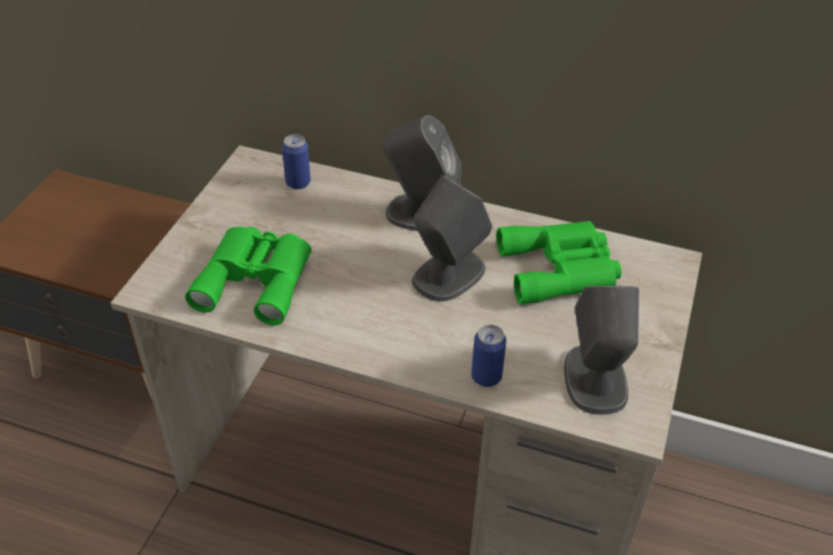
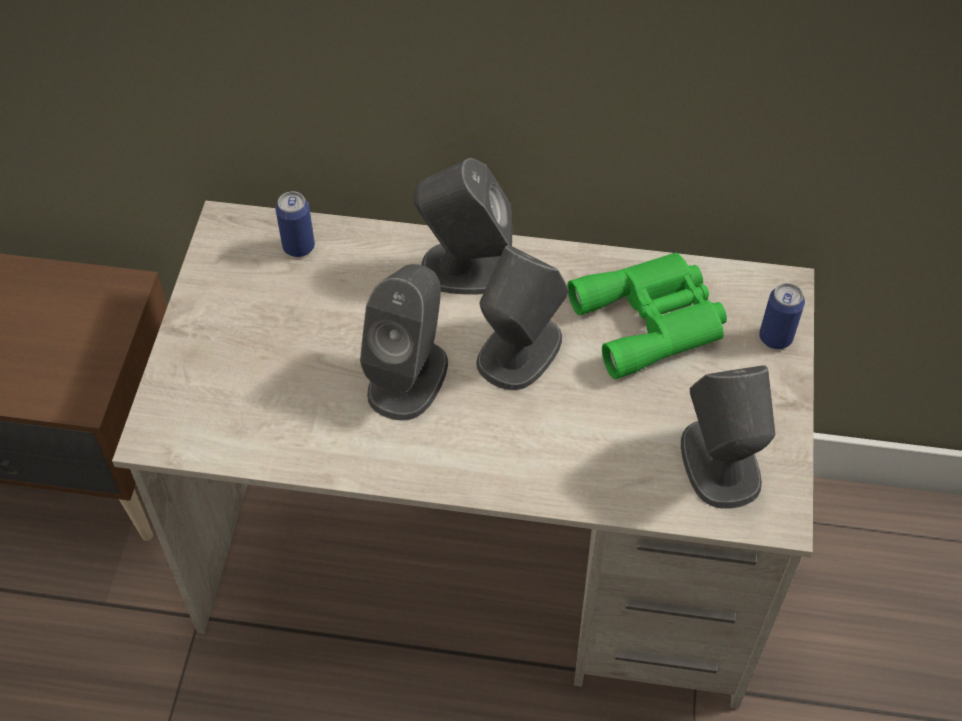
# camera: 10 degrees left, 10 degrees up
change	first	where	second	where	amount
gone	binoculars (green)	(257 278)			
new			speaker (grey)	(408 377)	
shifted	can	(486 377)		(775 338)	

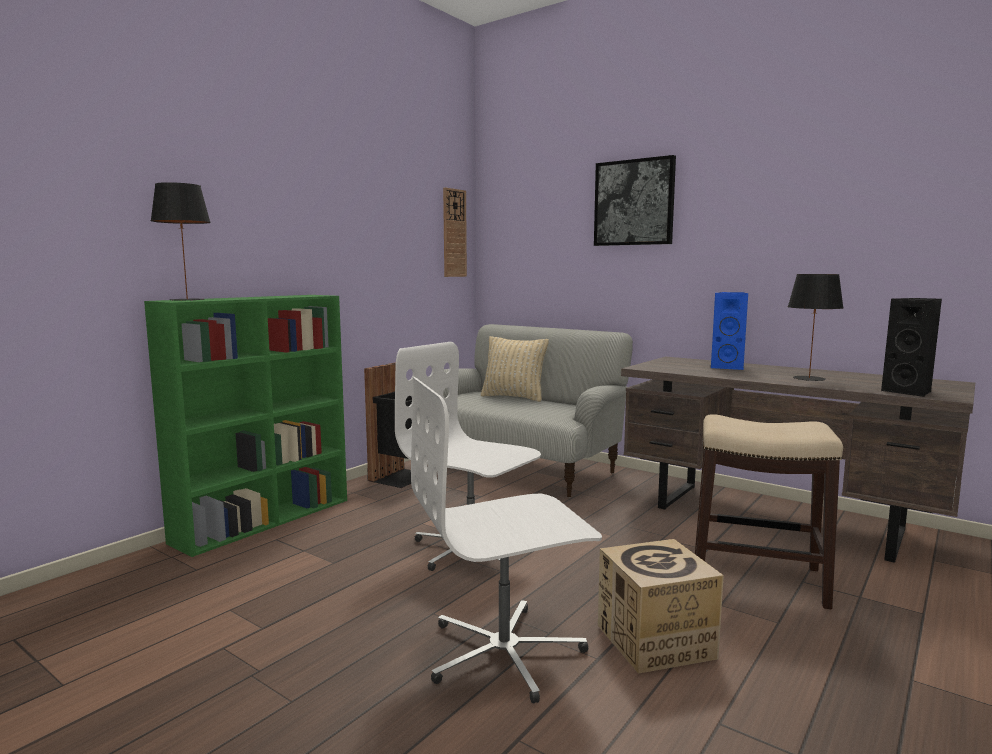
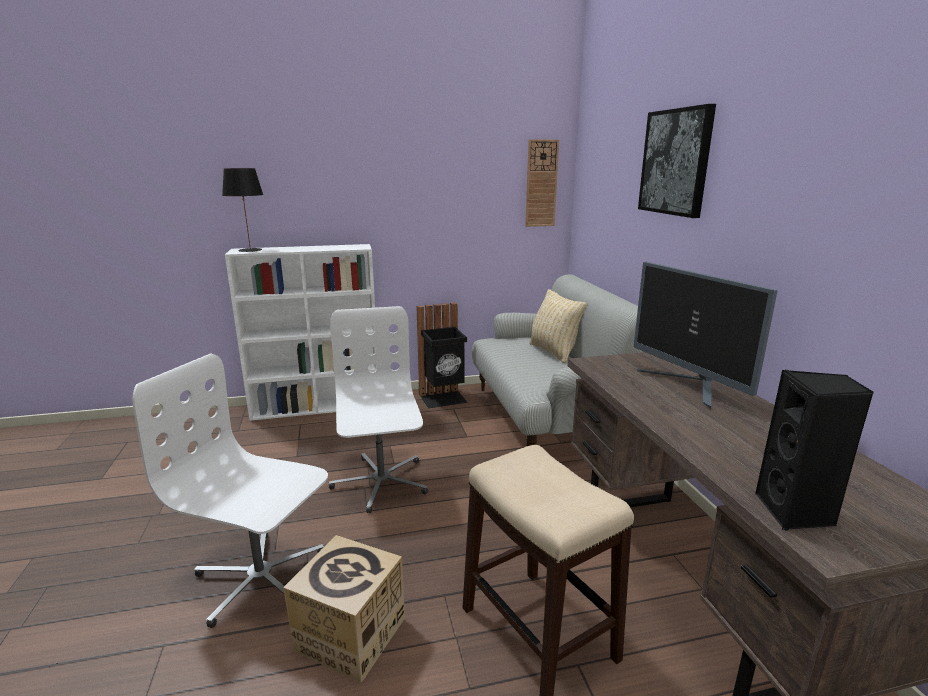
# camera: 40 degrees right, 10 degrees up
change	first	where	second	where	amount
gone	table lamp (black)	(809 378)			
swapped	speaker (blue)	(728 367)	monitor	(688 386)	
repainted	bookcase (green)	(265 519)	bookcase (white)	(318 406)	

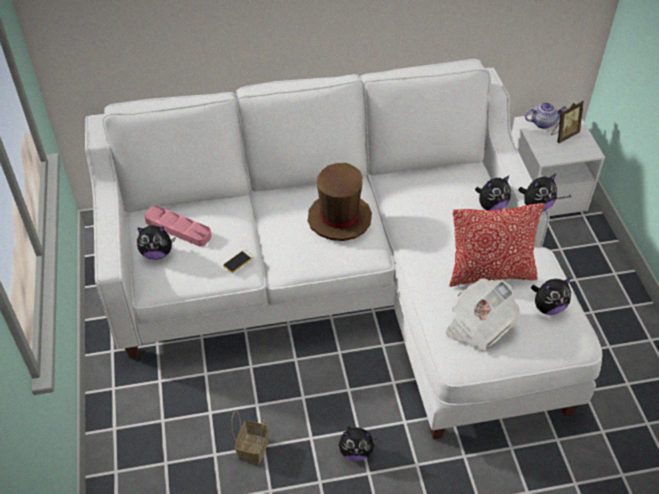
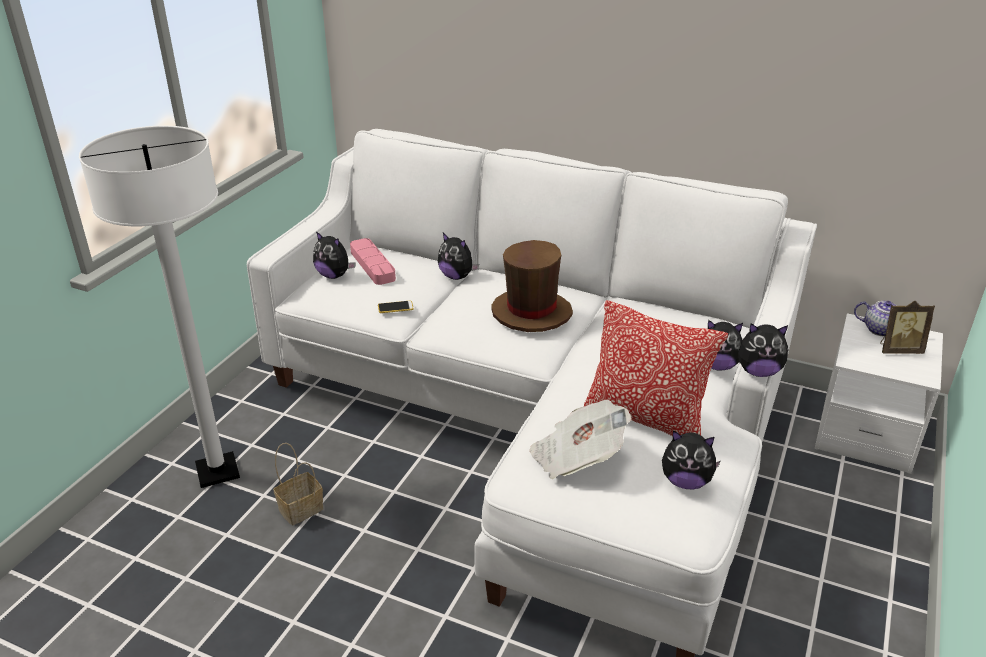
# camera: 35 degrees right, 15 degrees down
change	first	where	second	where	amount
new			floor lamp (white)	(217 471)	
shifted	plush toy	(356 451)		(457 276)	

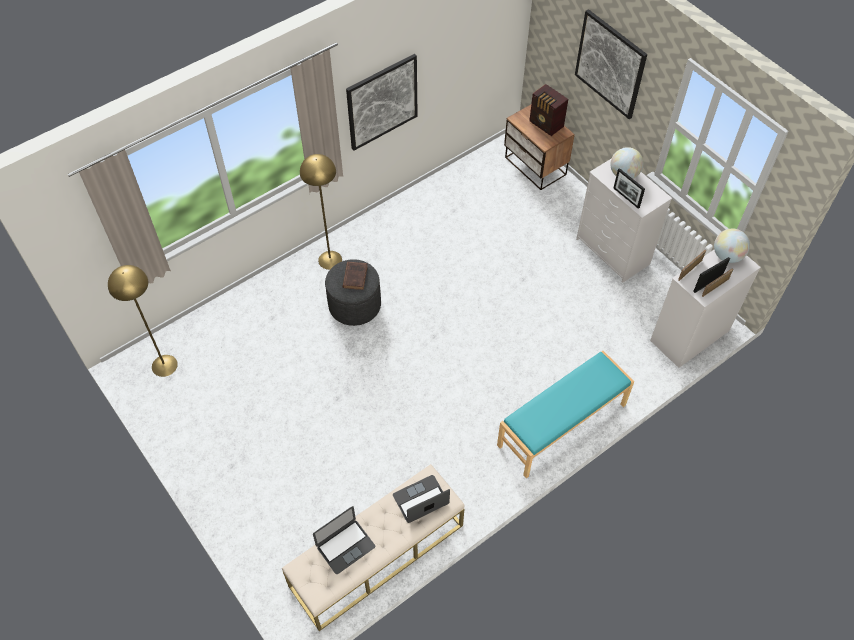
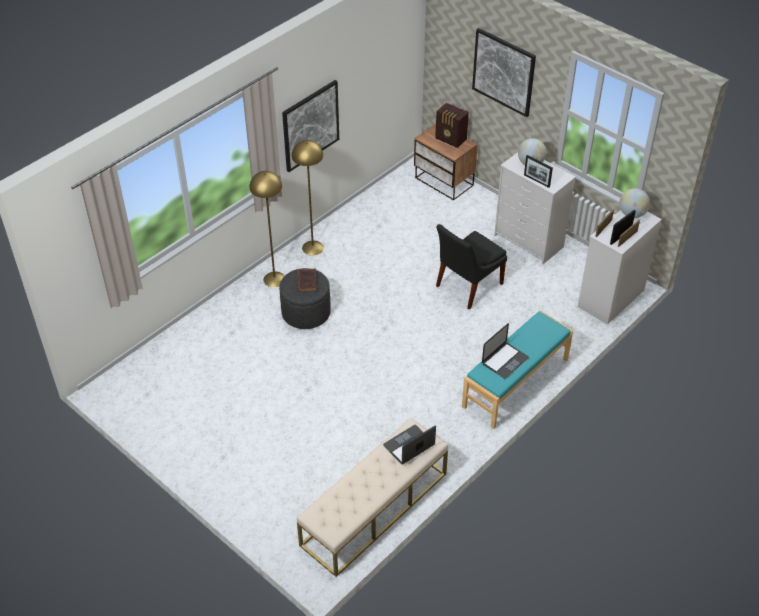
# camera: 10 degrees left, 10 degrees down
change	first	where	second	where	amount
new			chair (black)	(467 286)	
shifted	floor lamp (yellow)	(164 365)		(313 247)	
shifted	laptop	(345 546)		(505 360)	

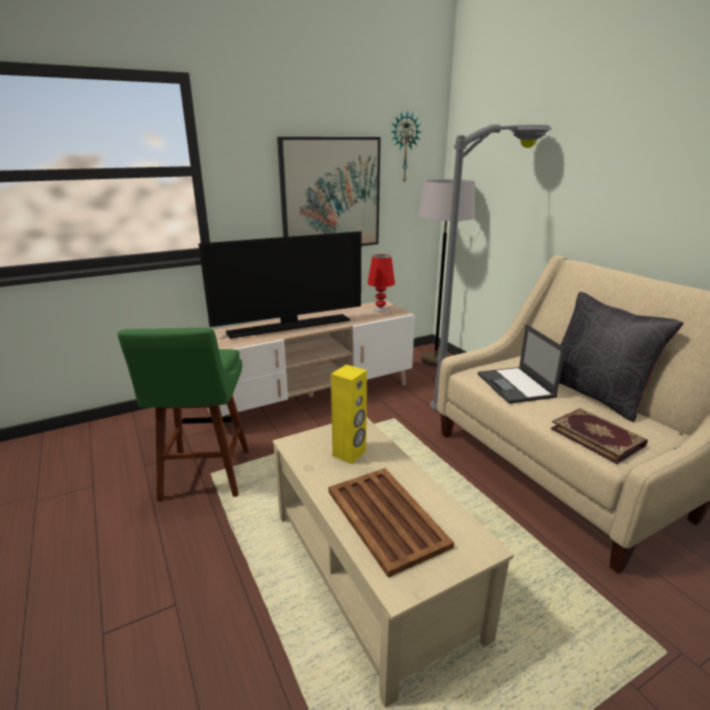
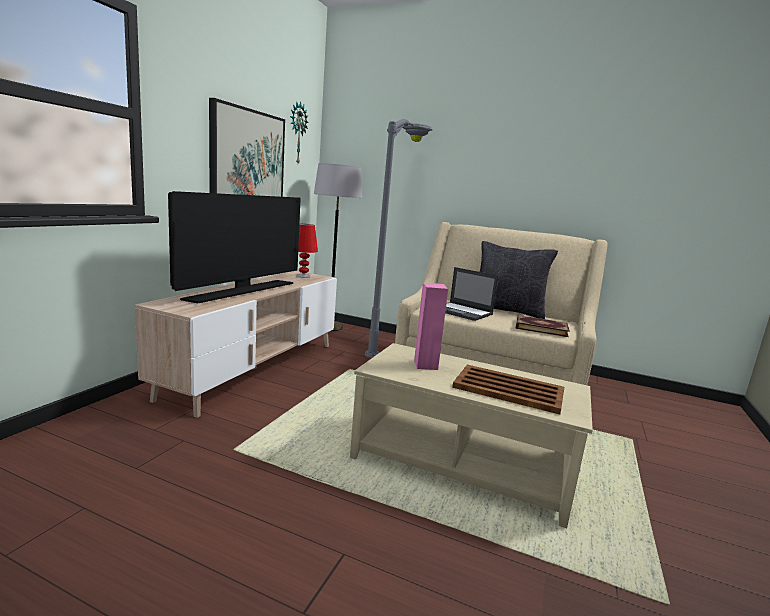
# camera: 40 degrees left, 10 degrees down
change	first	where	second	where	amount
gone	stool (green)	(205 477)			
repainted	speaker (yellow)	(349 453)	speaker (pink)	(426 365)	

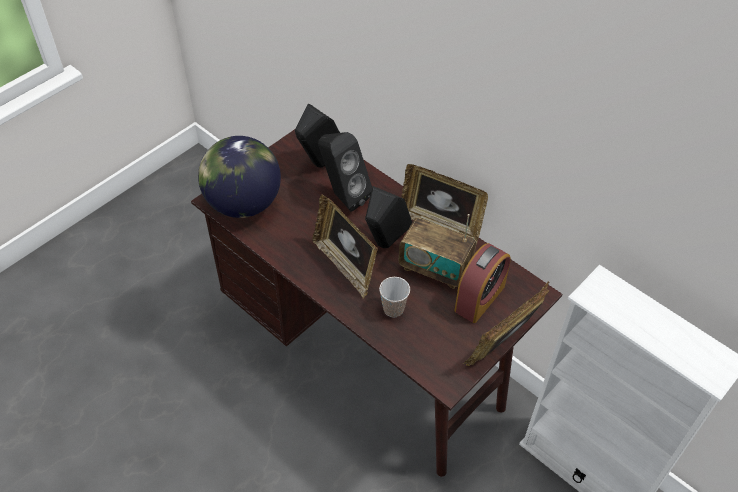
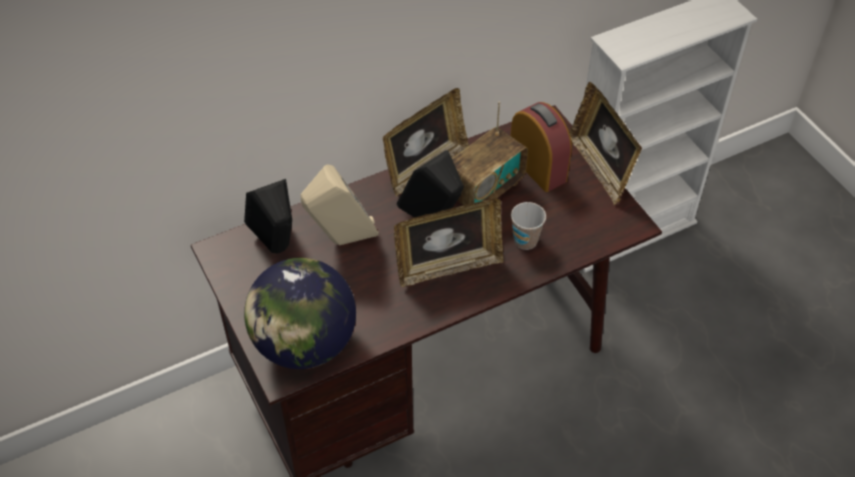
# camera: 70 degrees left, 0 degrees up
change	first	where	second	where	amount
repainted	speaker (black)	(343 196)	speaker (beige)	(341 241)	

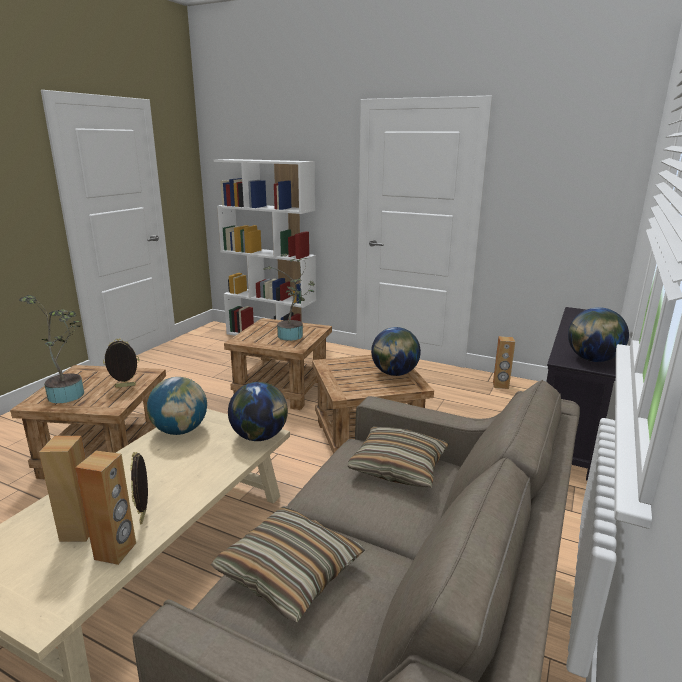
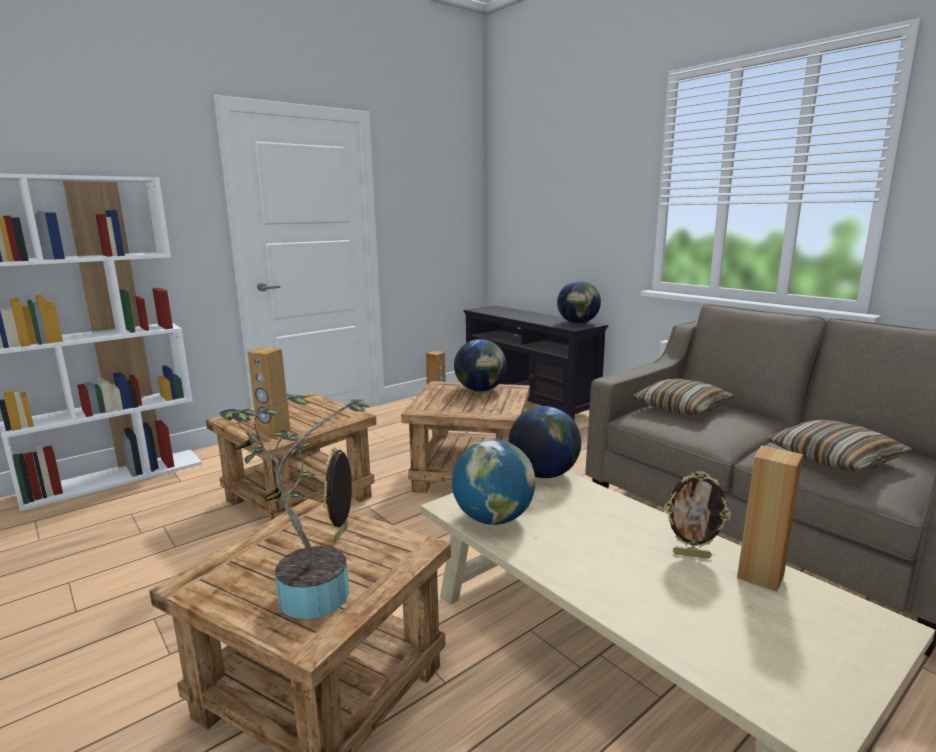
# camera: 65 degrees left, 5 degrees down
change	first	where	second	where	amount
gone	potted plant	(293 336)			
shifted	speaker (brown)	(78 531)		(273 432)	

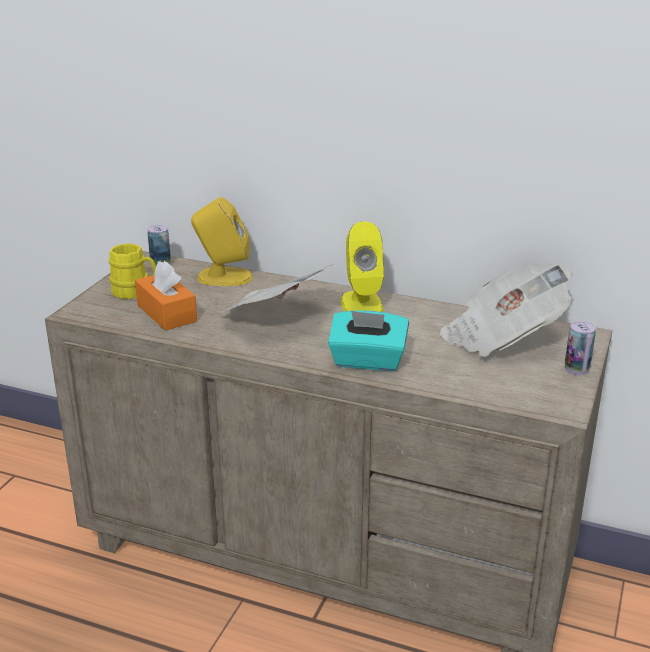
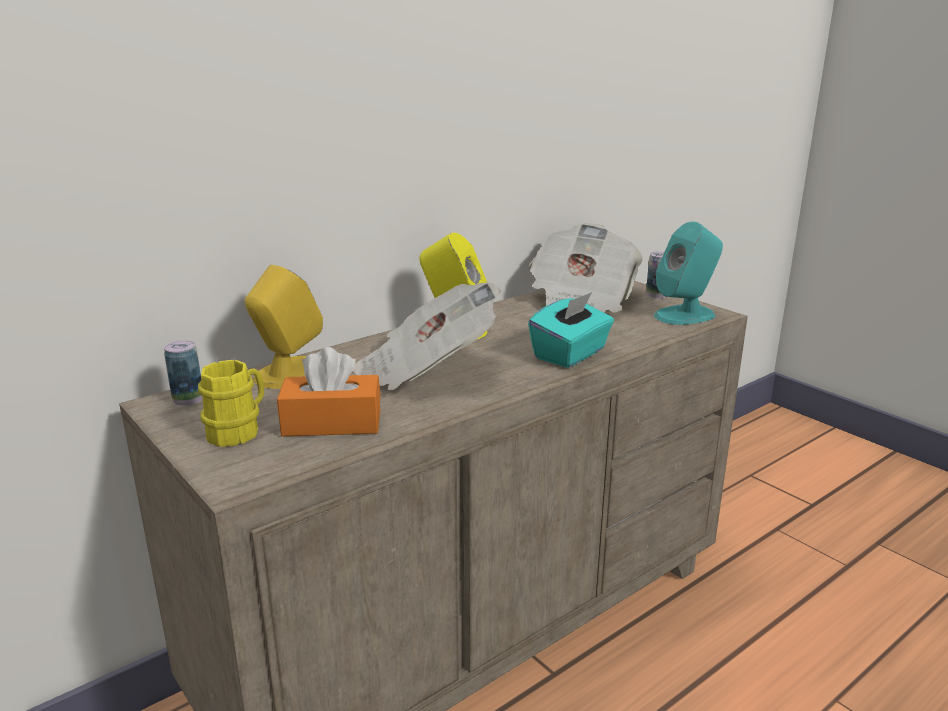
# camera: 60 degrees left, 5 degrees down
change	first	where	second	where	amount
new			speaker (turquoise)	(685 315)	

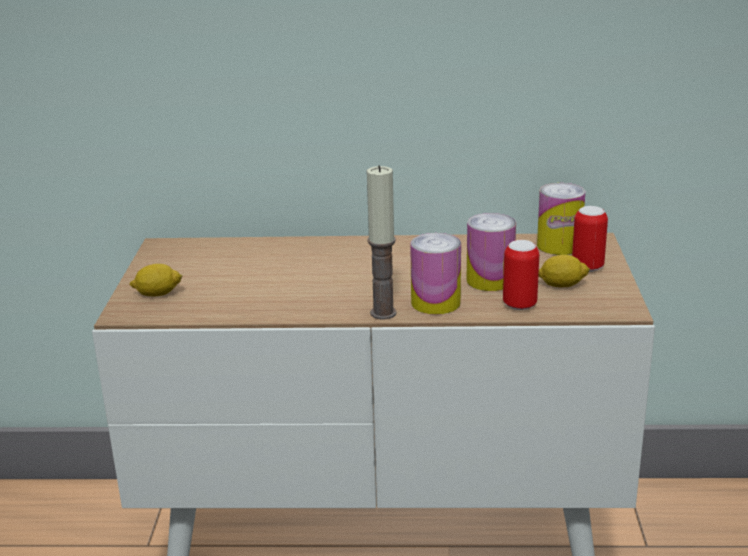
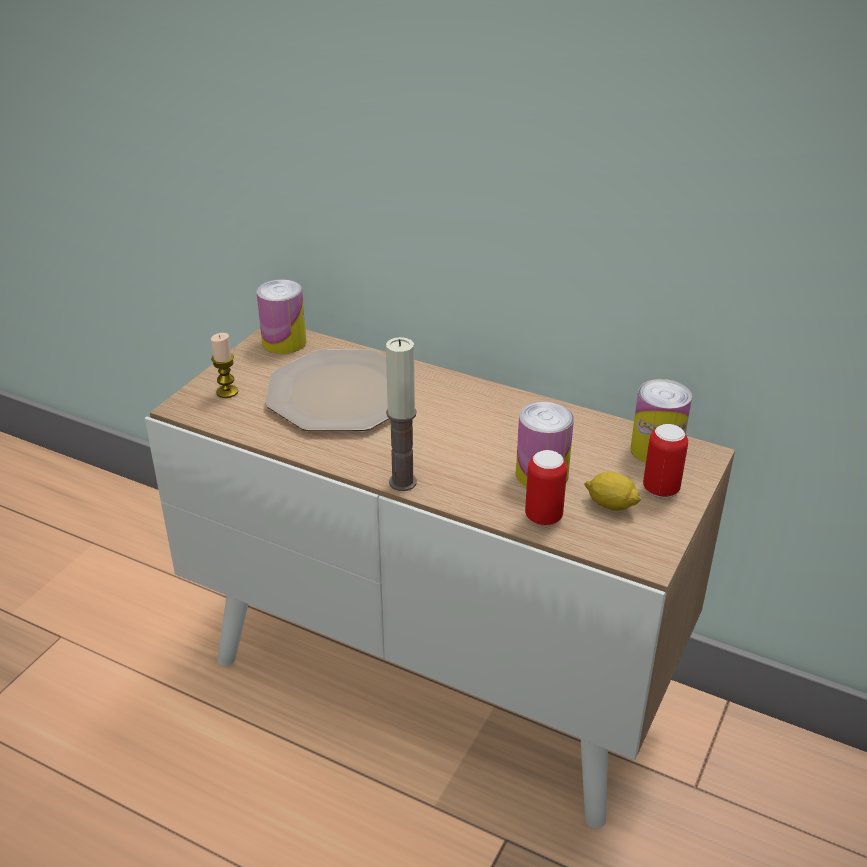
# camera: 25 degrees right, 10 degrees up
change	first	where	second	where	amount
new			plate	(339 393)	
shifted	can	(435 302)		(284 342)	
swapped	lemon	(157 294)	candle	(227 392)	

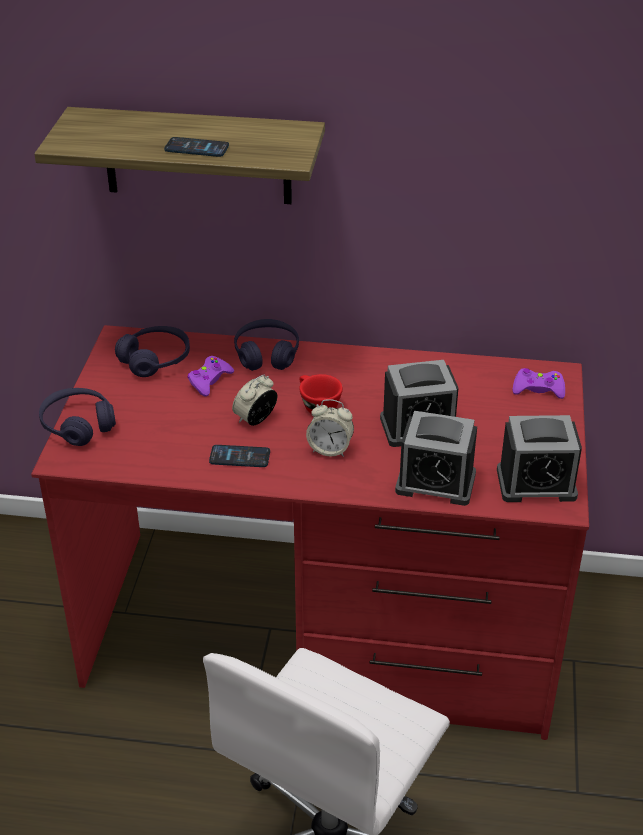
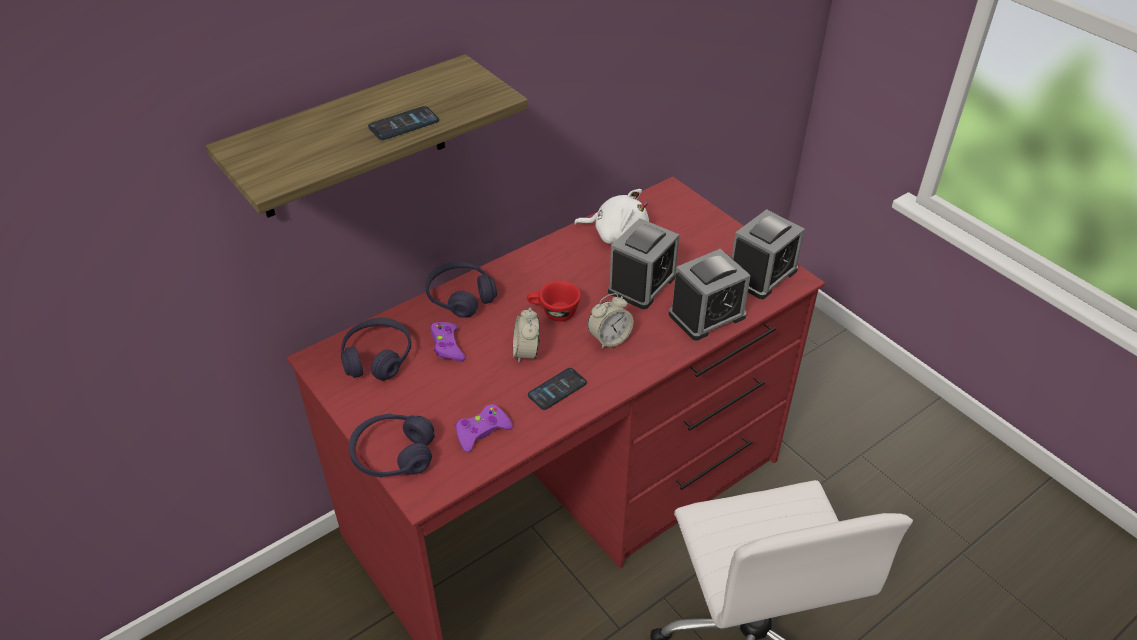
# camera: 45 degrees left, 5 degrees up
change	first	where	second	where	amount
new			plush toy (white)	(617 234)	
shifted	game controller (purple)	(538 389)		(482 432)	

